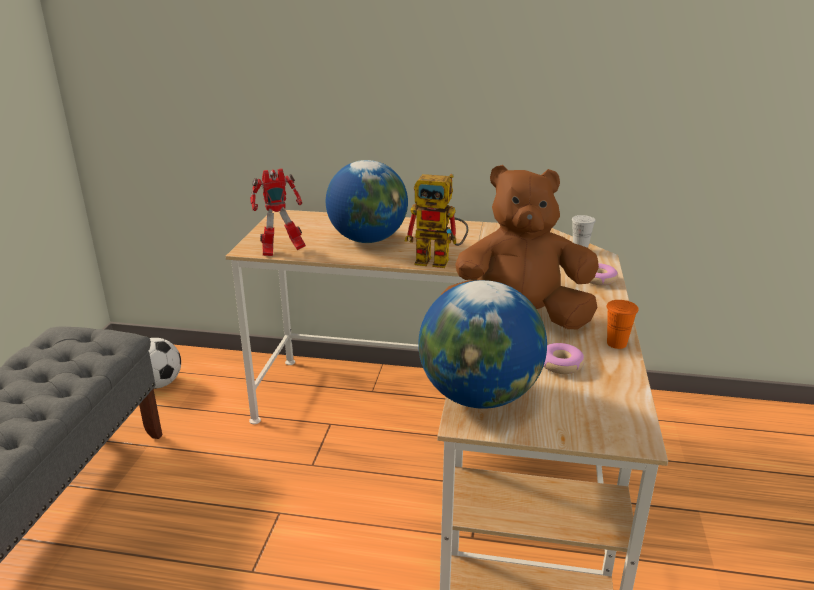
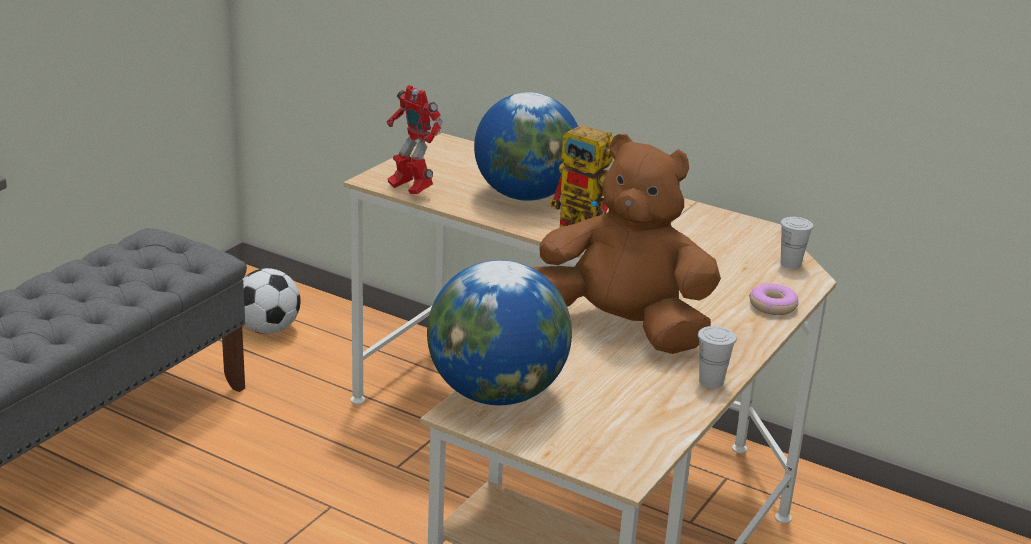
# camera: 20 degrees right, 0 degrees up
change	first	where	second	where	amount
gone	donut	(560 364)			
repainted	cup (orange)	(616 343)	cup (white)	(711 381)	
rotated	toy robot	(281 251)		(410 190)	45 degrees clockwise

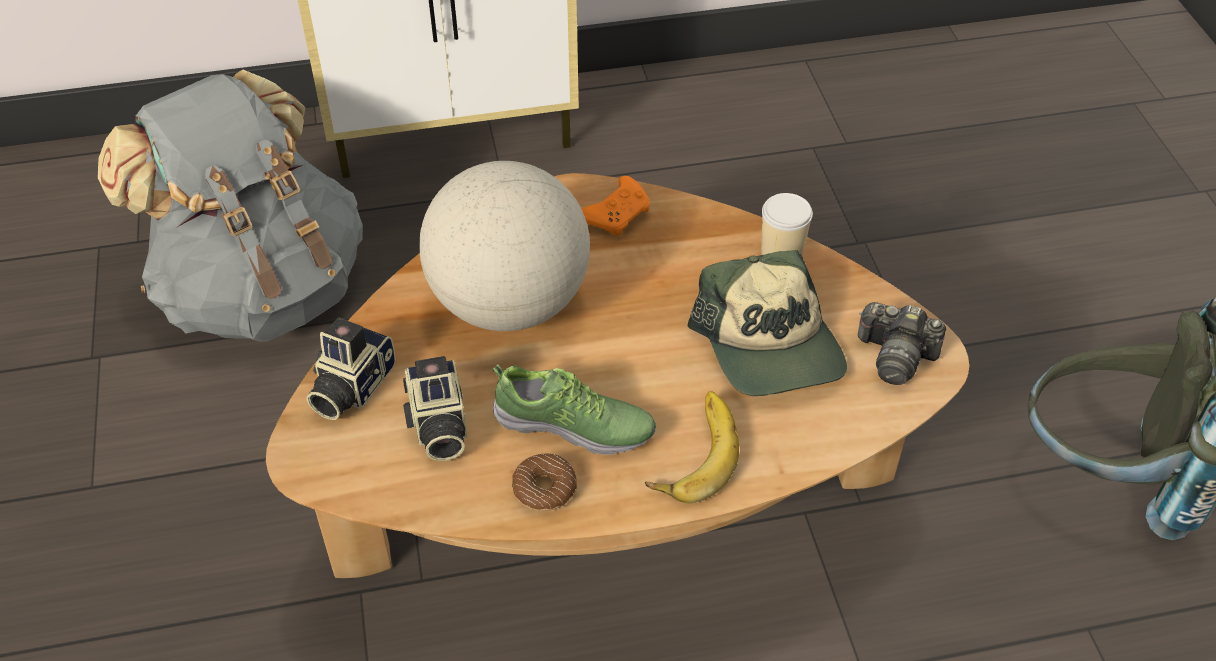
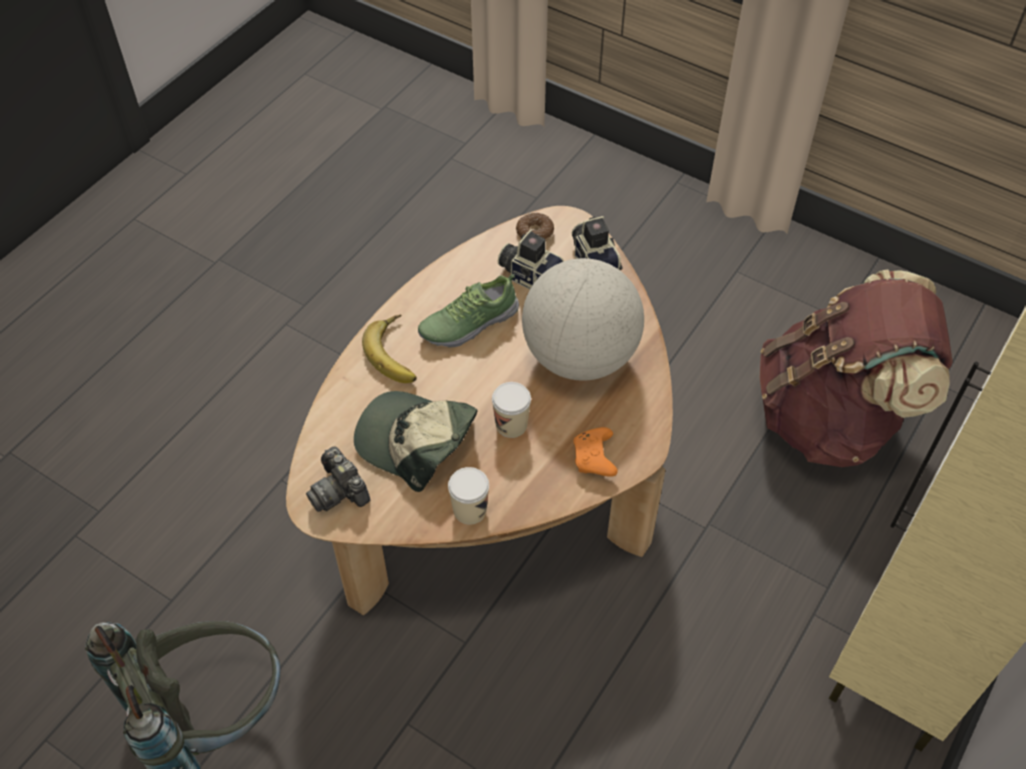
# camera: 135 degrees right, 5 degrees up
change	first	where	second	where	amount
new			cup	(511 425)	
shifted	donut	(544 488)		(535 233)	
repainted	backpack (grey)	(262 288)	backpack (brown)	(832 417)	
rotated	photo camera	(895 356)		(339 491)	105 degrees counterclockwise

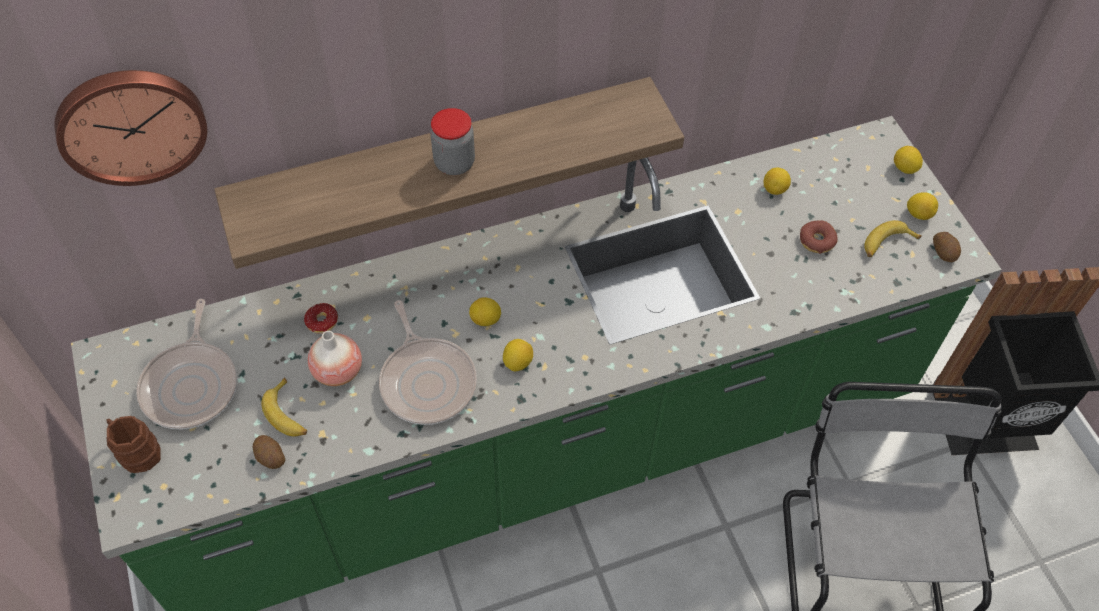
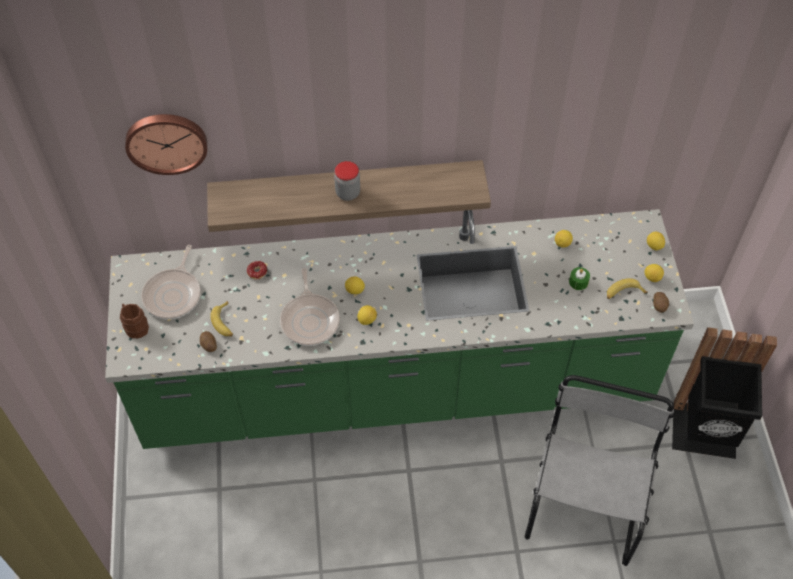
# camera: 15 degrees right, 0 degrees up
change	first	where	second	where	amount
gone	vase	(338 371)			
swapped	donut	(817 241)	candle (green)	(578 282)	

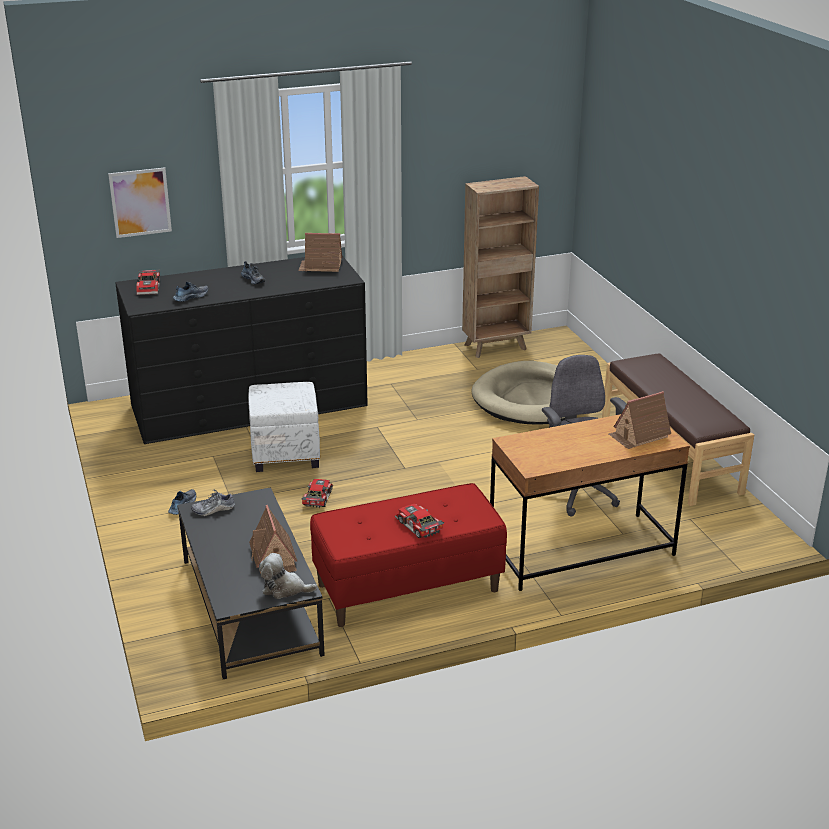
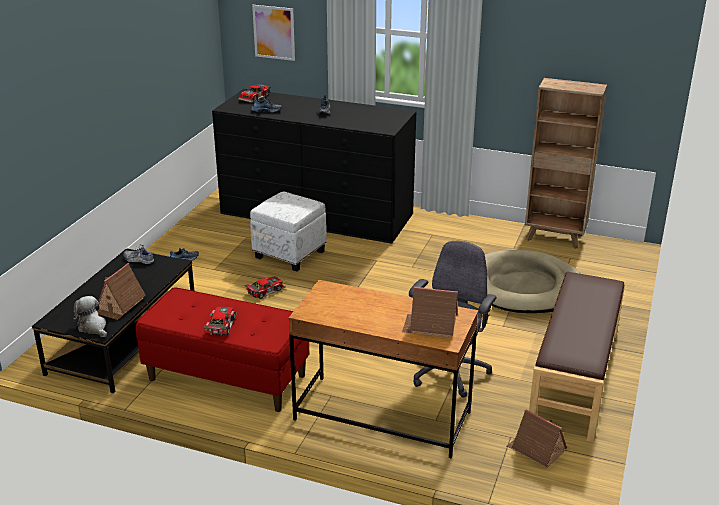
# camera: 40 degrees right, 0 degrees up
change	first	where	second	where	amount
shifted	toy house	(321 266)		(536 450)	

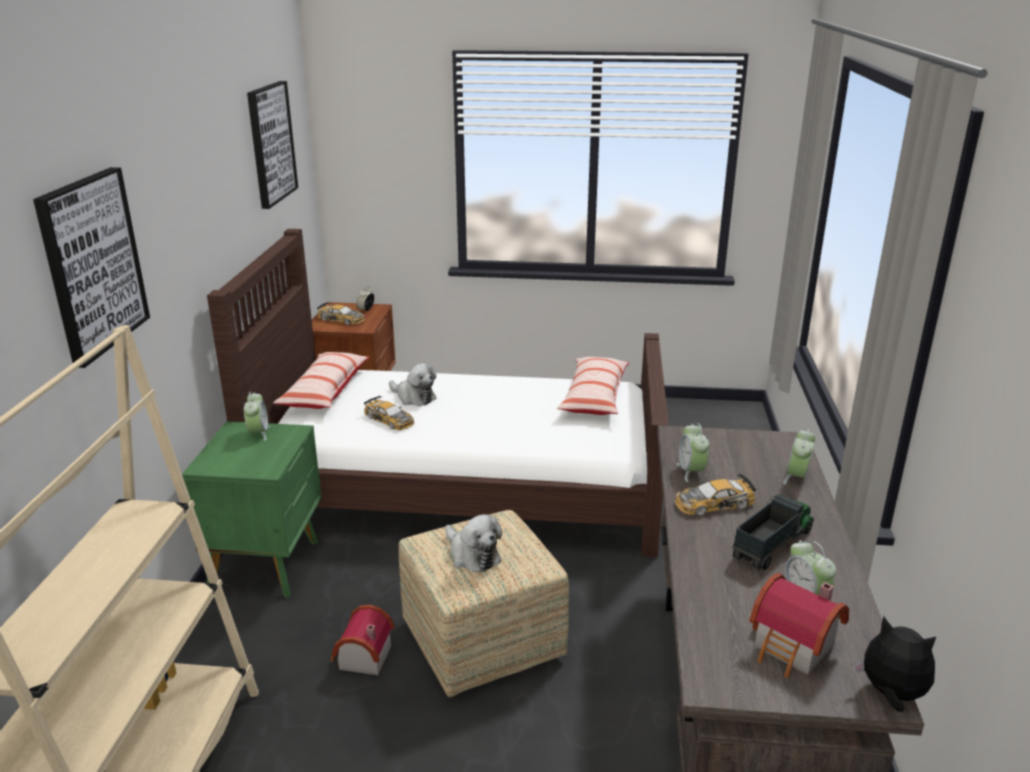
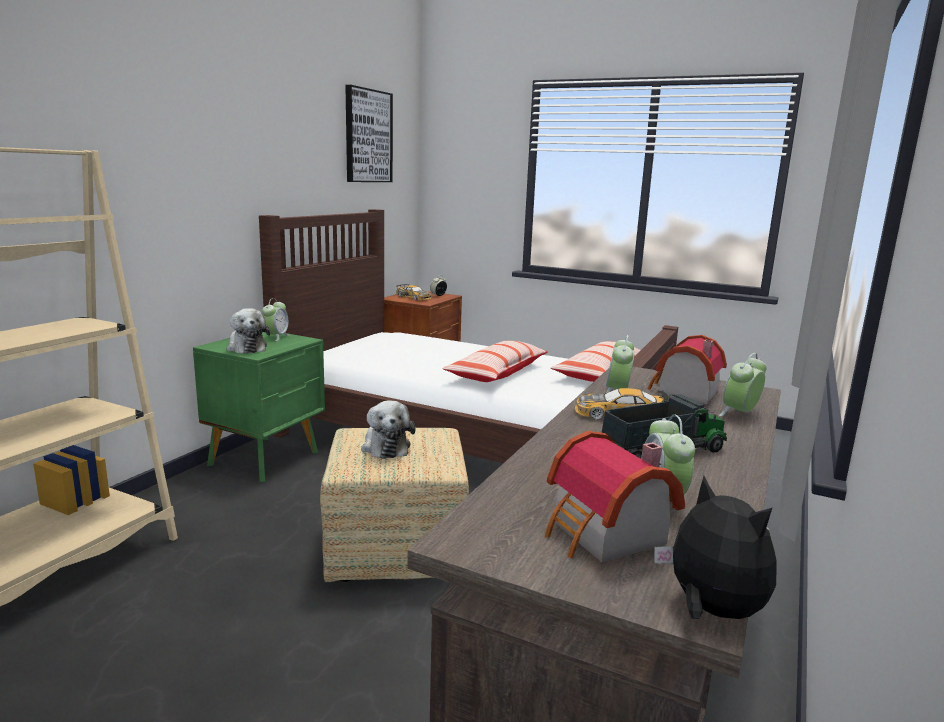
# camera: 20 degrees right, 10 degrees down
change	first	where	second	where	amount
gone	picture	(92 264)			
gone	toy car	(389 419)			
shifted	pillow	(325 391)		(497 373)	
shifted	toy house	(361 658)		(683 392)	
shifted	plush toy	(414 397)		(246 347)	

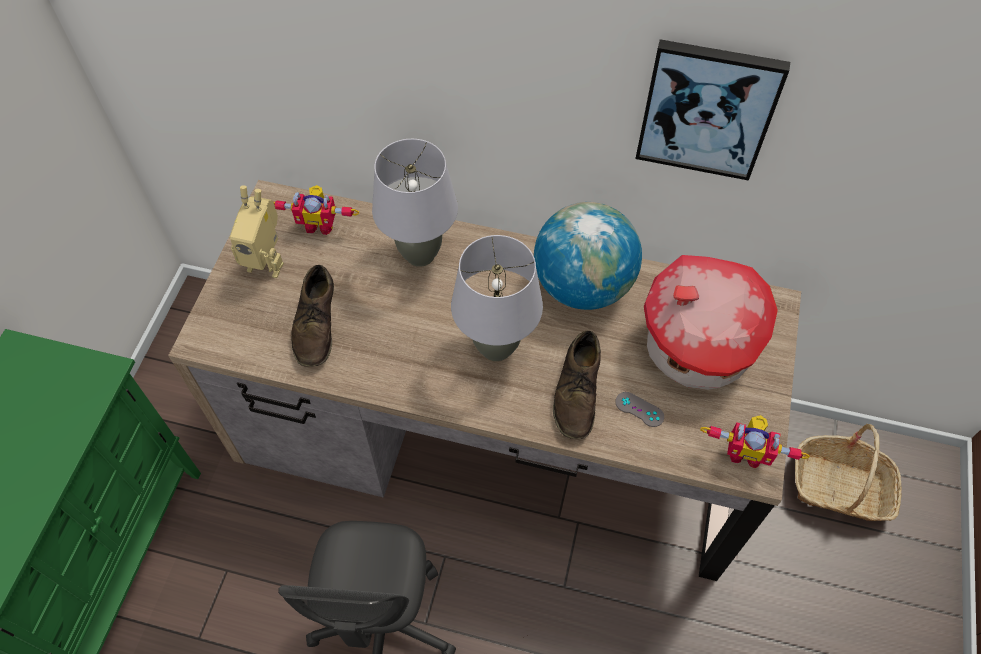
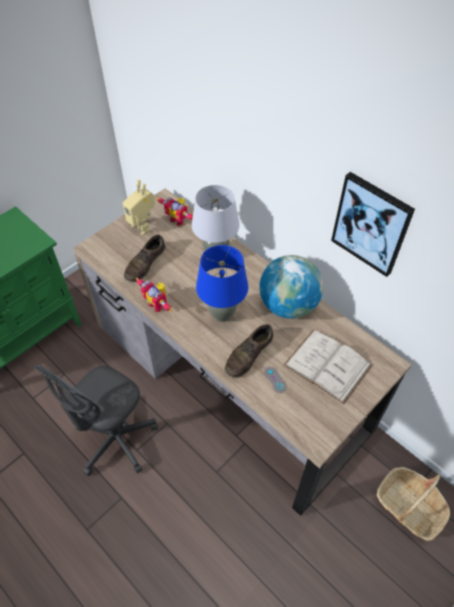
# camera: 30 degrees right, 5 degrees down
change	first	where	second	where	amount
shifted	toy robot	(746 452)		(158 304)	
swapped	toy house	(696 349)	book (white)	(327 365)	
repainted	table lamp (grey)	(496 347)	table lamp (blue)	(222 314)	

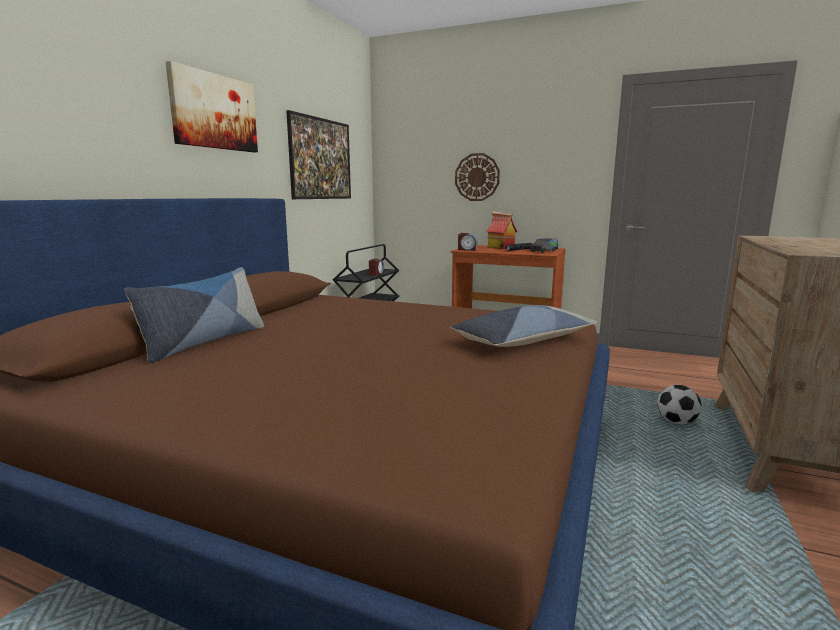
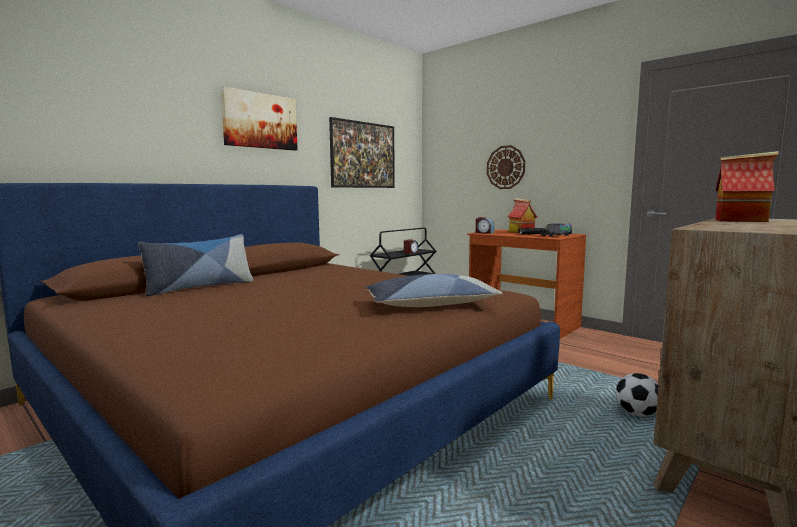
# camera: 20 degrees right, 5 degrees down
change	first	where	second	where	amount
new			toy house	(741 220)	

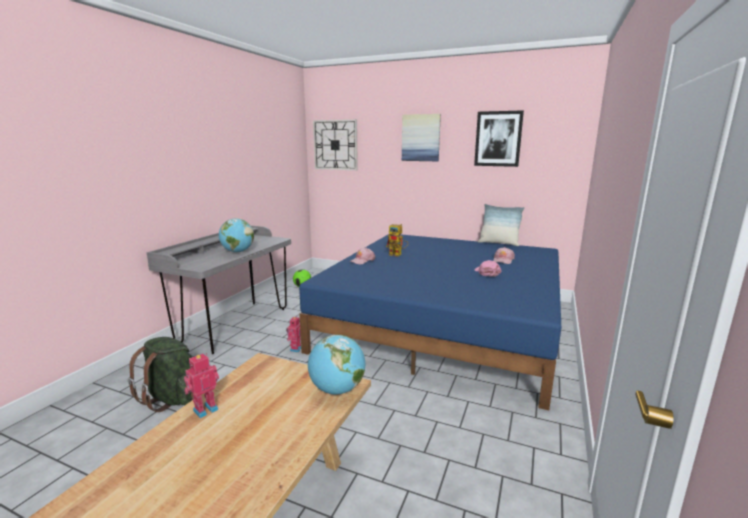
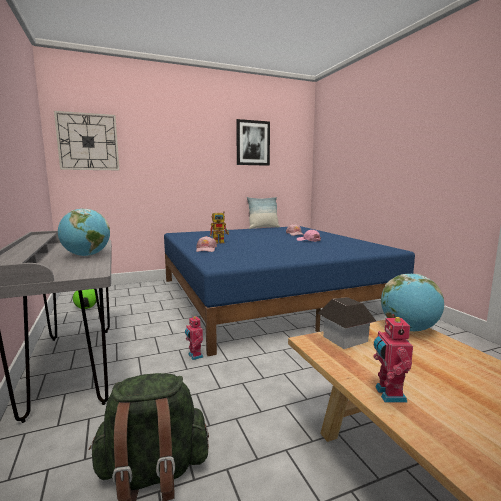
# camera: 45 degrees left, 5 degrees down
change	first	where	second	where	amount
gone	picture	(421 138)			
new			toy house	(345 339)	

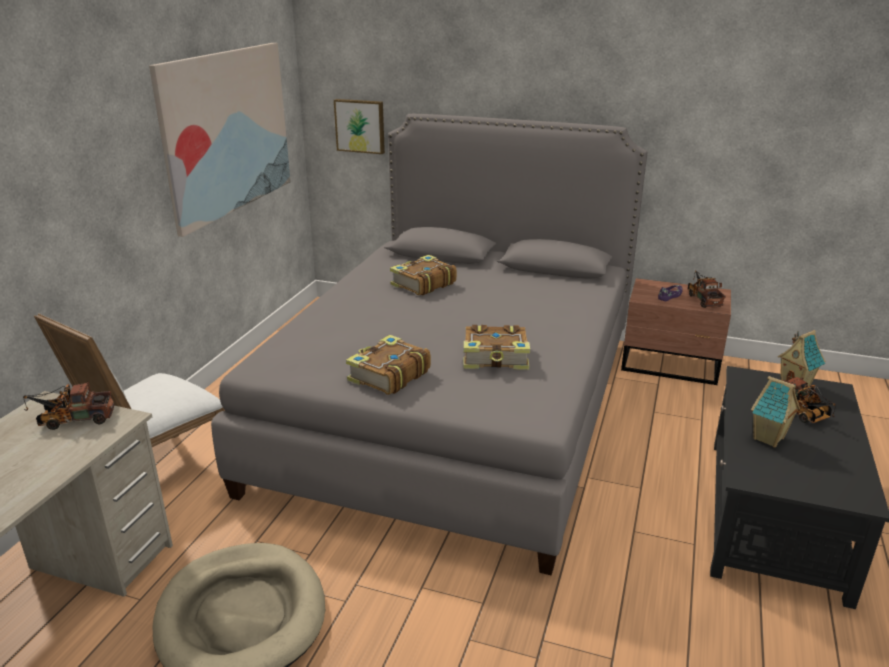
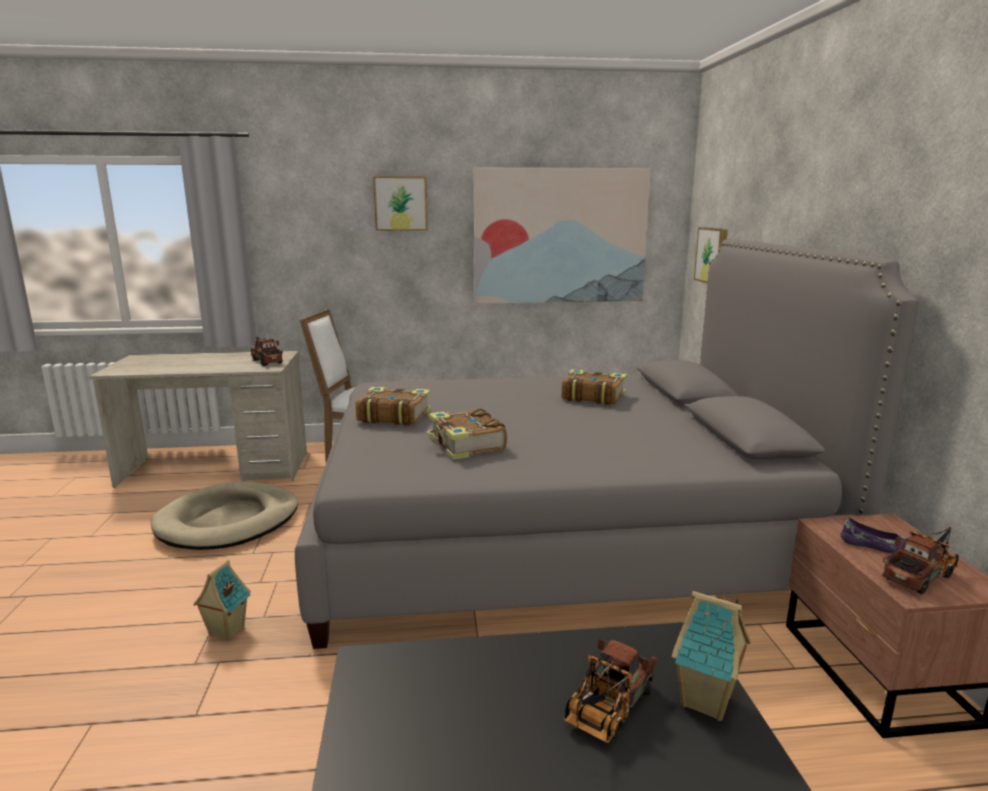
# camera: 65 degrees right, 10 degrees down
change	first	where	second	where	amount
new			picture	(401 203)	
shifted	toy house	(769 439)		(226 631)	

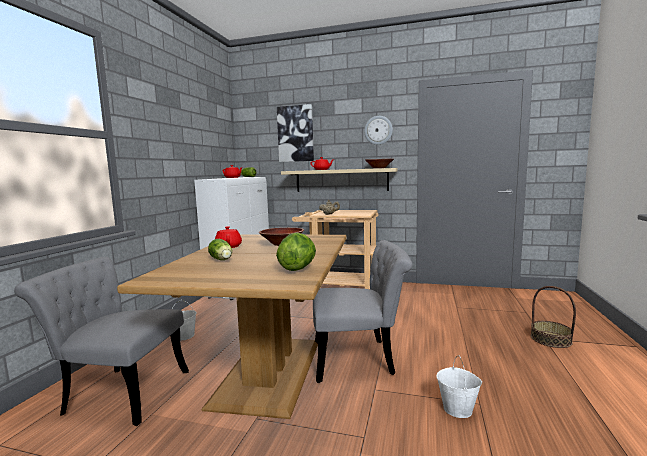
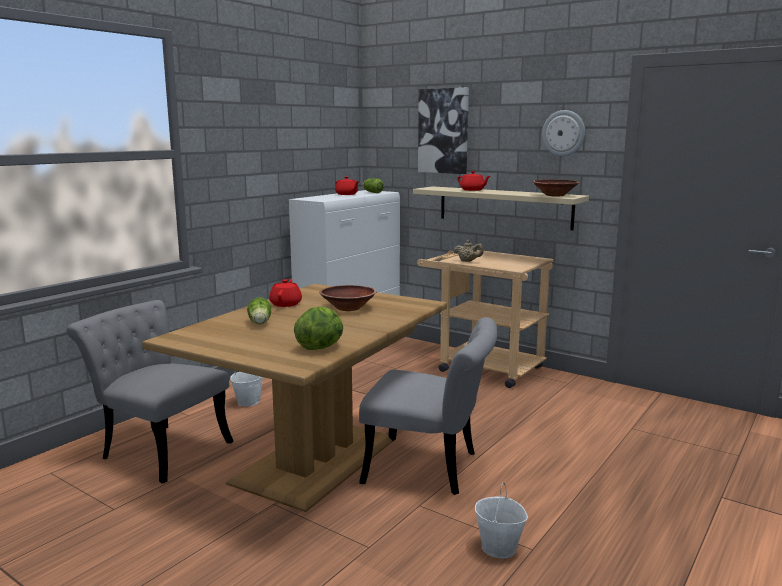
# camera: 20 degrees right, 5 degrees up
change	first	where	second	where	amount
gone	basket	(551 339)			

